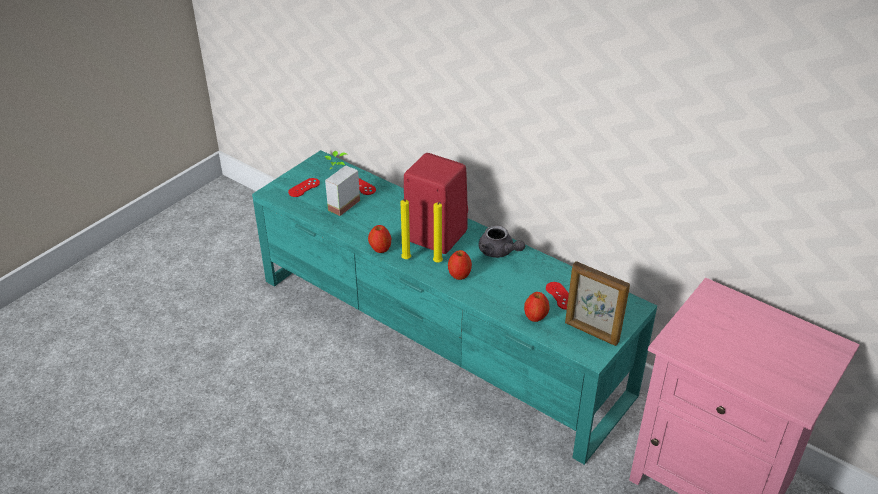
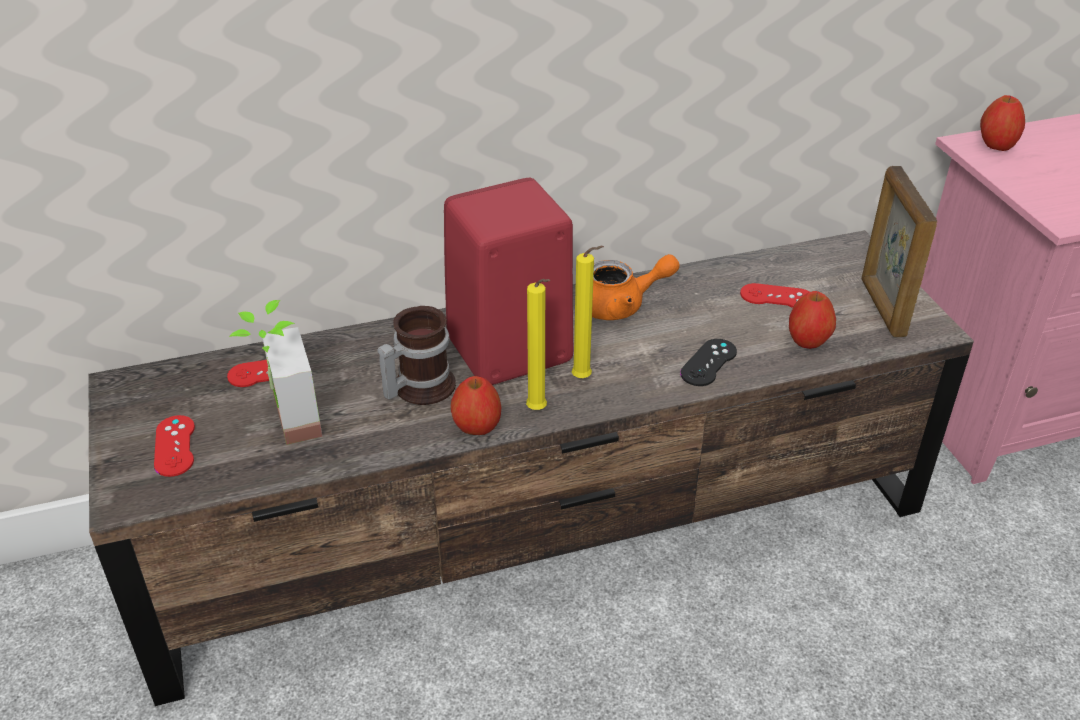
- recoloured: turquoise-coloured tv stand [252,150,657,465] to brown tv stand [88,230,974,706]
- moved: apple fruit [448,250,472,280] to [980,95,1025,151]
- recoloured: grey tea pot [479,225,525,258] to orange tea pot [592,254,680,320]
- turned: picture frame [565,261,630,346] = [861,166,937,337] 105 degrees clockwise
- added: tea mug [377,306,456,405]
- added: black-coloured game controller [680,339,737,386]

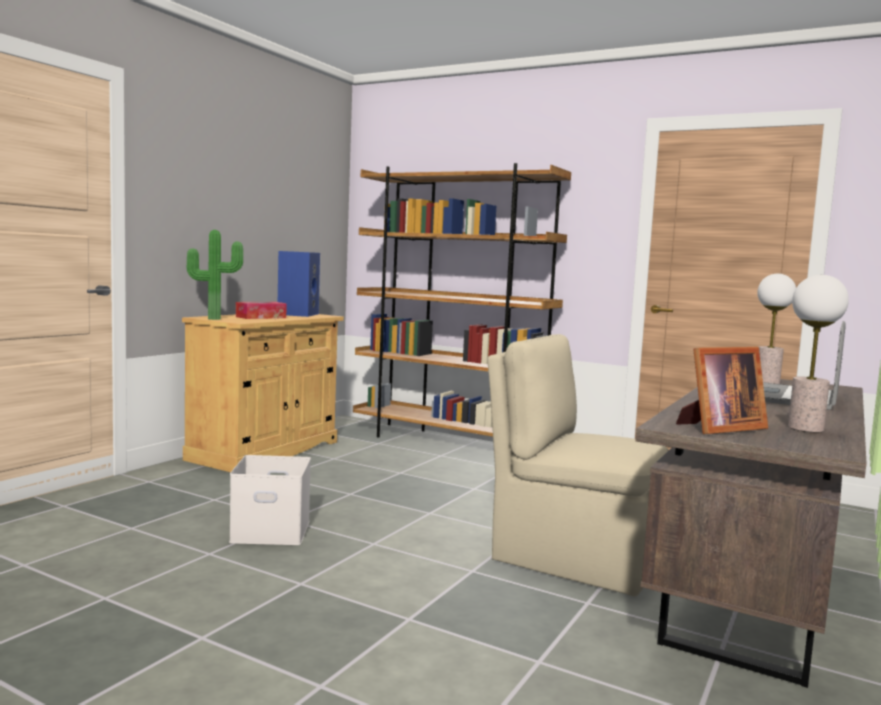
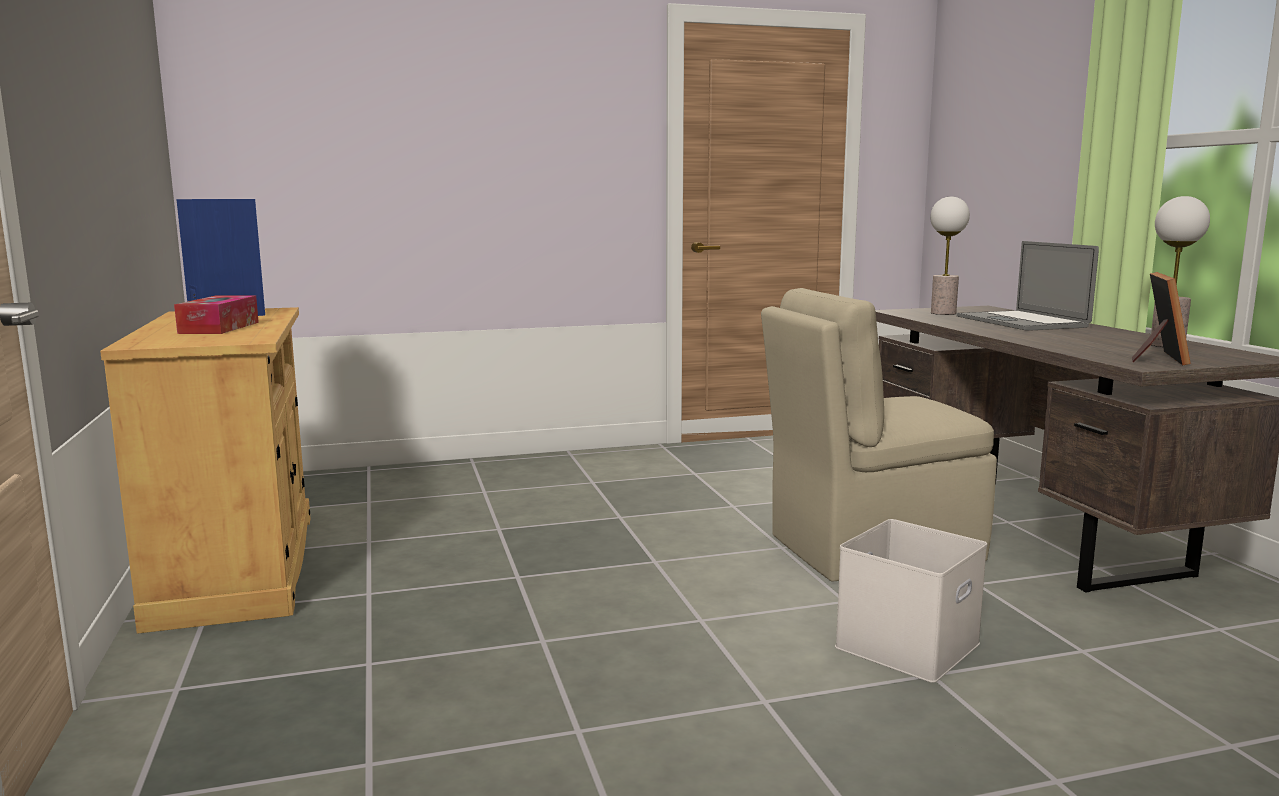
- removed: potted plant [187,230,243,320]
- moved: white-coloured storage container [229,455,311,545] to [835,519,987,683]
- removed: brown bookcase [353,163,571,437]

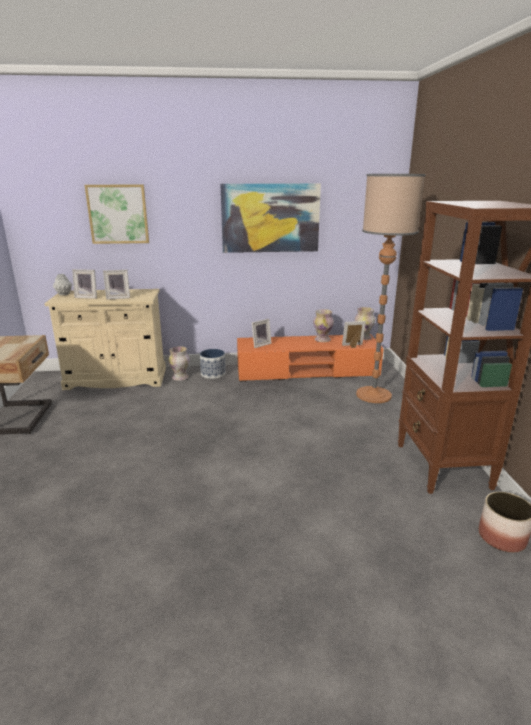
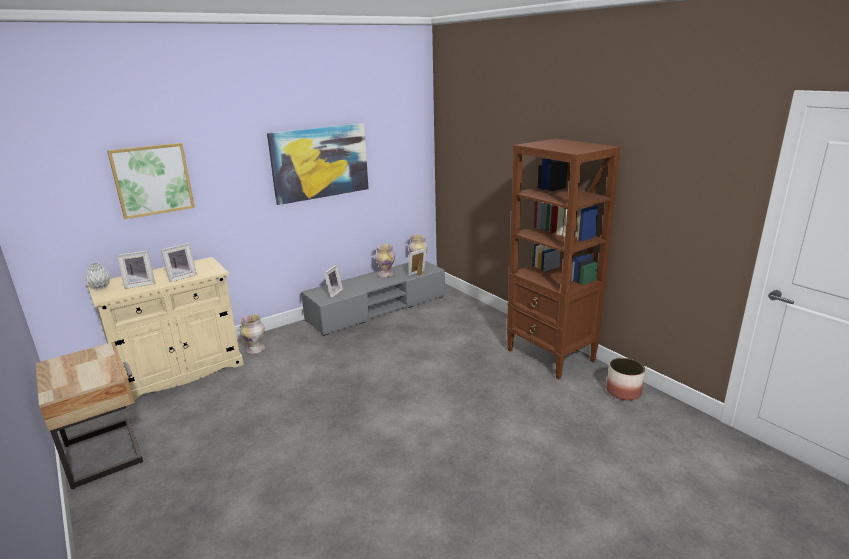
- removed: planter [200,349,226,379]
- recoloured: orange tv stand [237,334,384,382] to grey tv stand [301,261,445,336]
- removed: floor lamp [356,174,426,403]

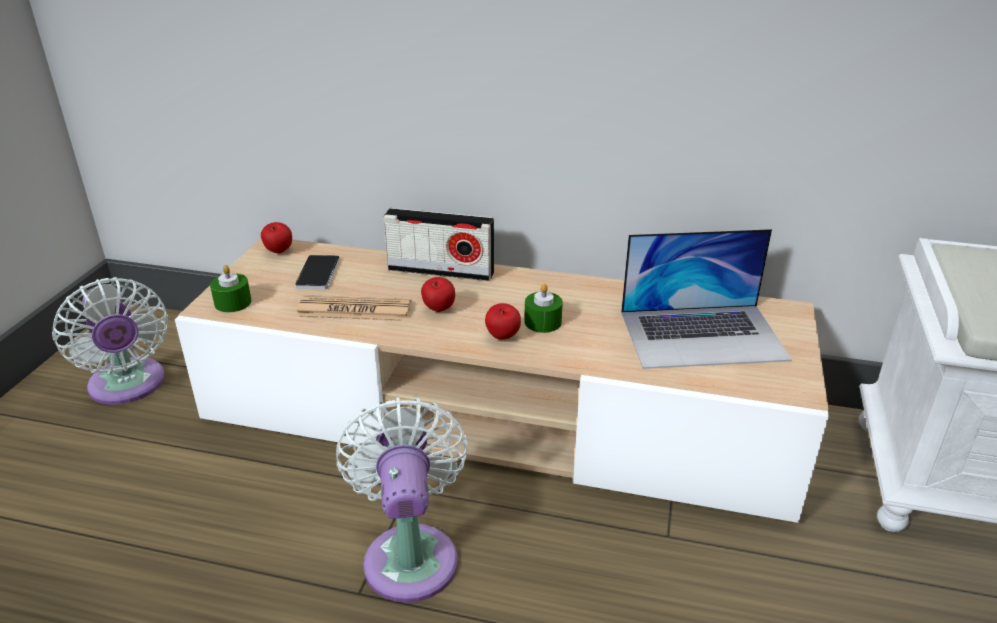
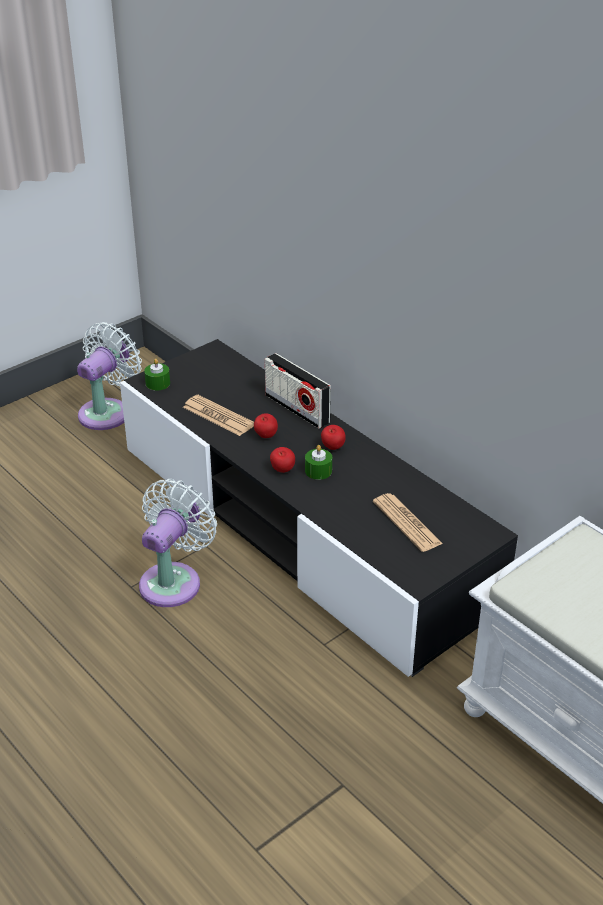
- turned: white-coloured fan [52,277,168,405] = [77,322,142,430] 150 degrees counterclockwise
- recoloured: beige tv stand [175,238,829,523] to black-coloured tv stand [120,339,518,677]
- moved: apple fruit [261,222,292,254] to [321,425,346,450]
- removed: handset [295,255,340,289]
- replaced: notebook computer [621,229,792,369] to daily paper [373,493,443,552]

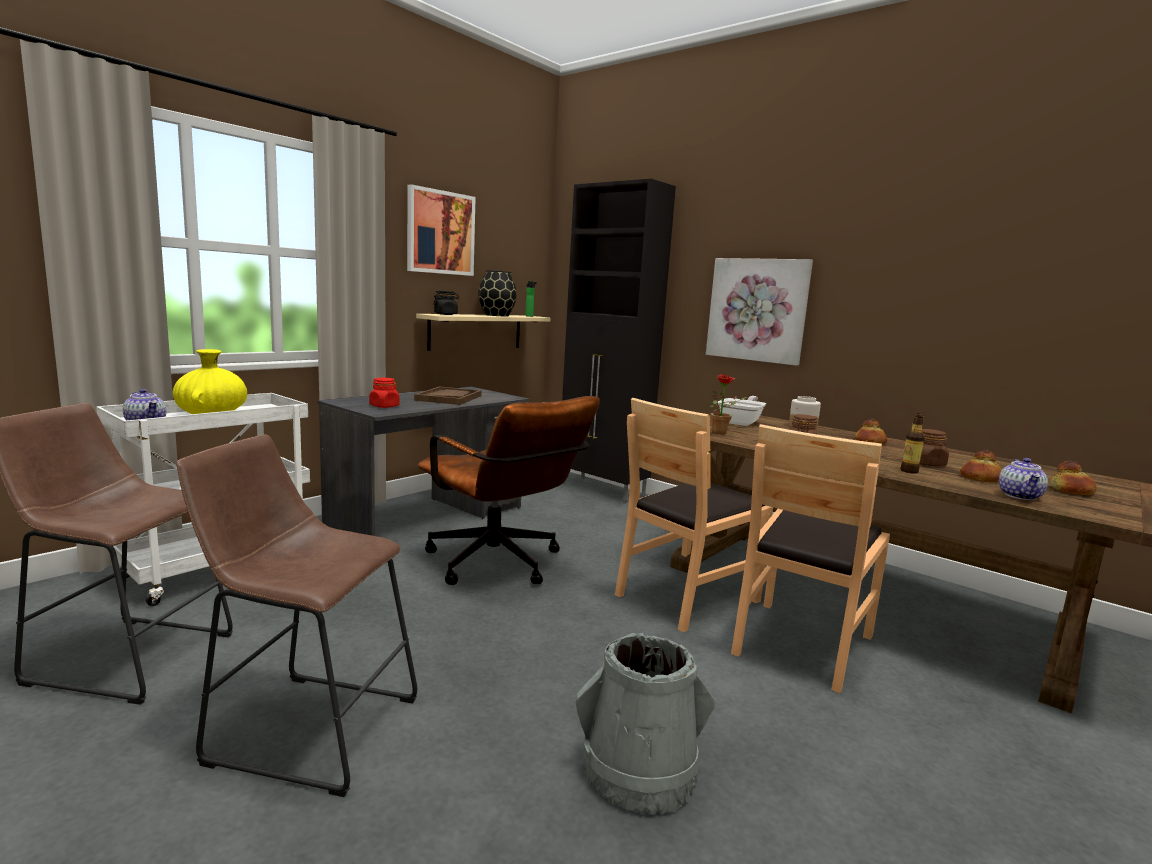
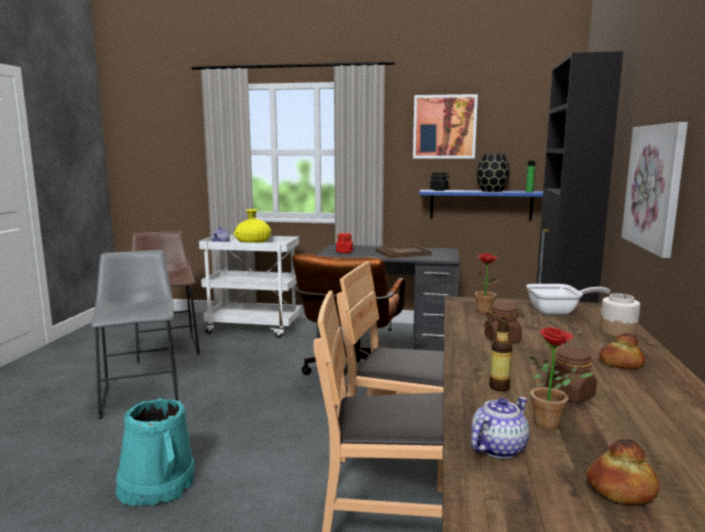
- recoloured: brown sitting stool [177,435,417,797] to grey sitting stool [91,250,179,419]
- recoloured: beige bracket shelf [416,314,550,351] to blue bracket shelf [419,190,543,220]
- recoloured: grey water bucket [575,633,716,814] to turquoise-coloured water bucket [116,398,195,506]
- replaced: baked bread [960,450,1002,482] to potted plant [530,327,593,430]
- turned: tea pot [999,458,1048,500] = [471,397,529,459] 150 degrees clockwise

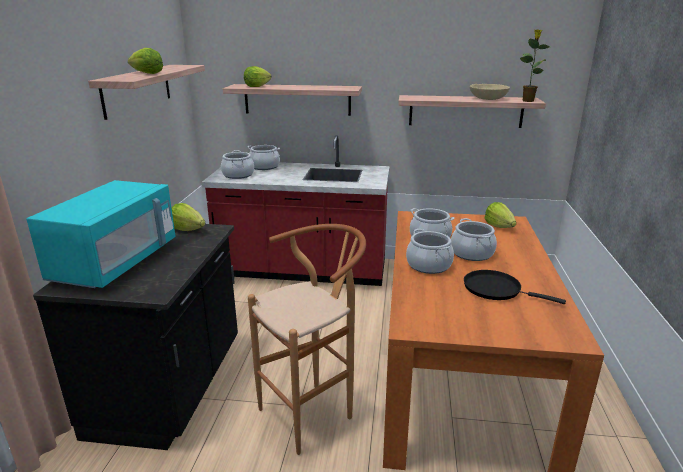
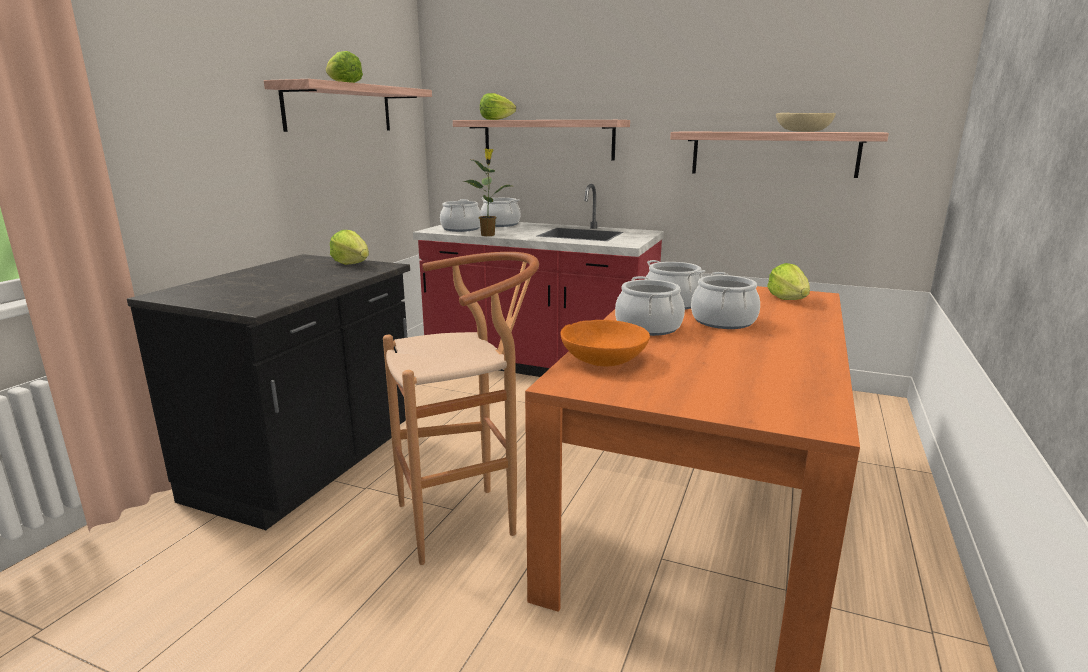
- removed: turquoise-coloured microwave oven [27,180,176,288]
- removed: black-coloured pan [464,270,566,304]
- moved: potted plant [520,29,550,102] to [463,148,511,236]
- added: orange deep dish [560,320,650,366]

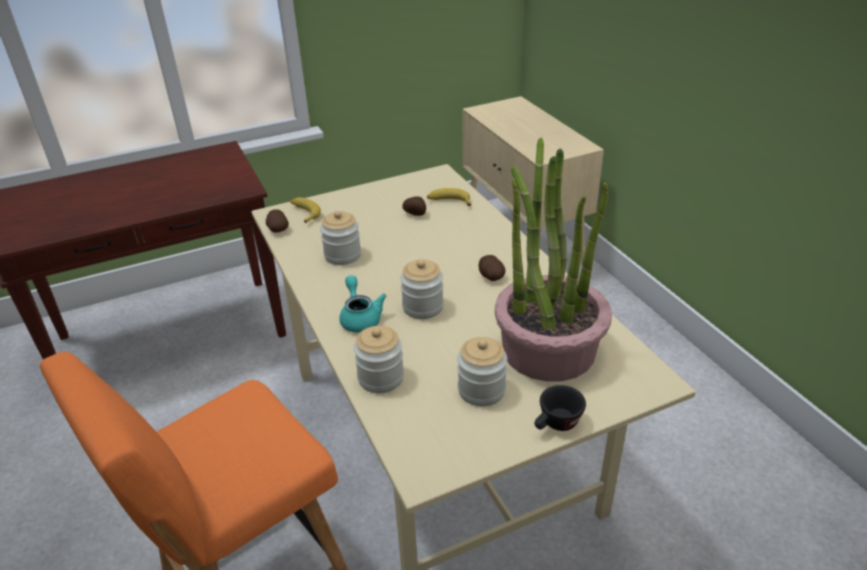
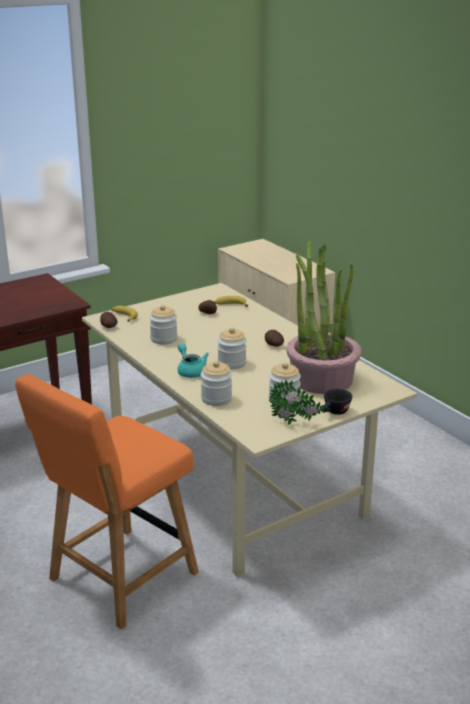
- added: potted plant [269,379,326,425]

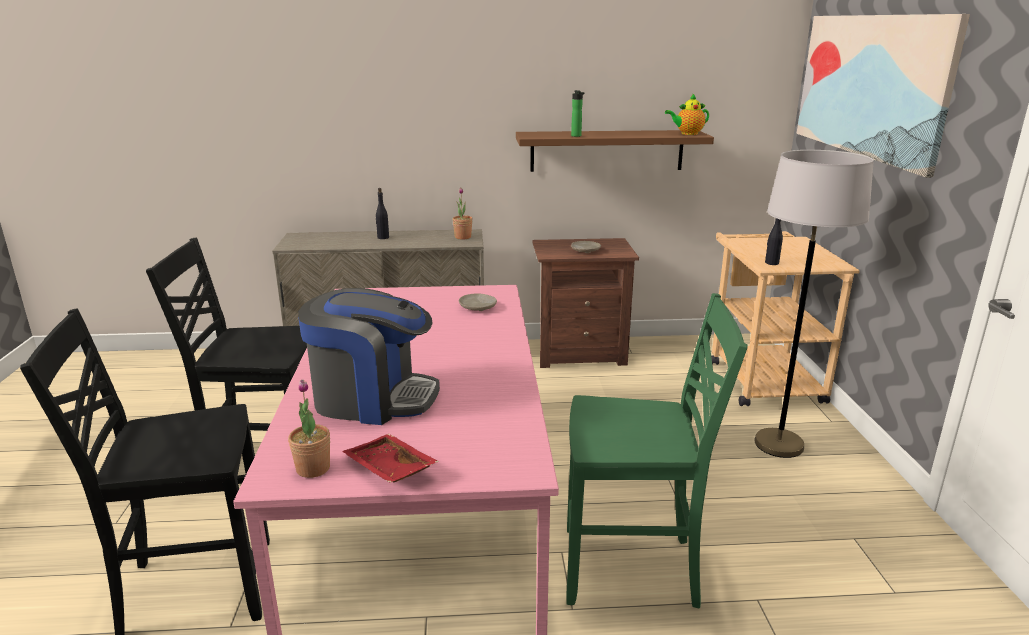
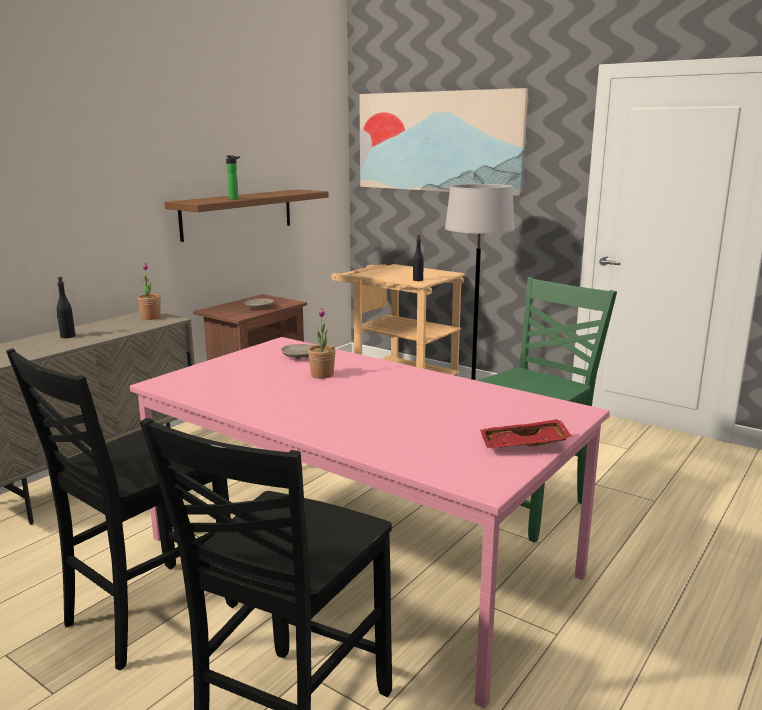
- moved: potted plant [288,380,330,478] to [308,309,336,378]
- removed: coffee maker [298,288,440,425]
- removed: tea pot [665,94,709,135]

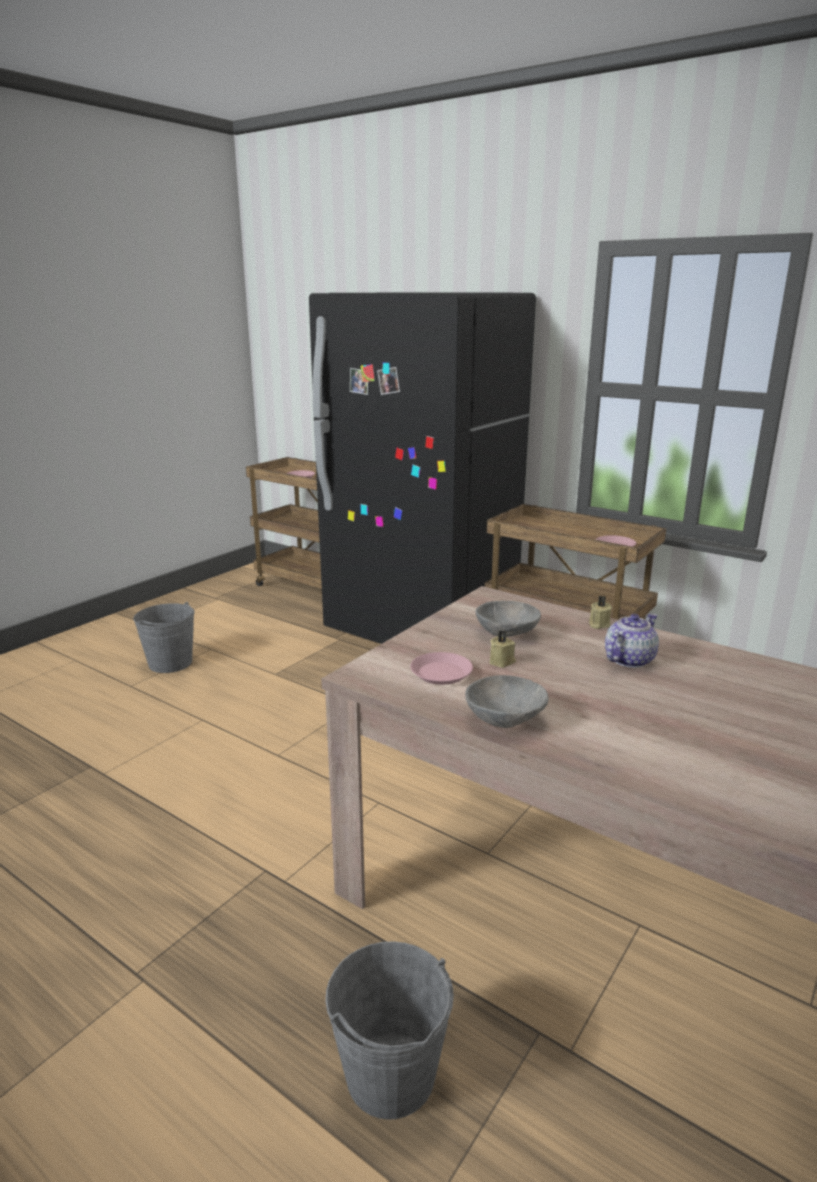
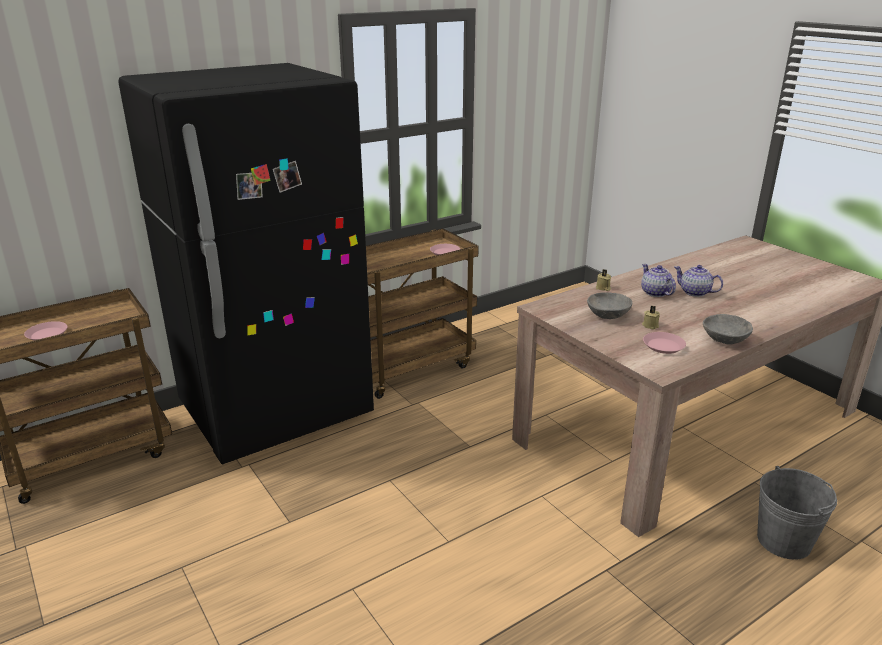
- removed: grey water bucket [133,602,195,673]
- added: tea pot [674,265,723,297]

